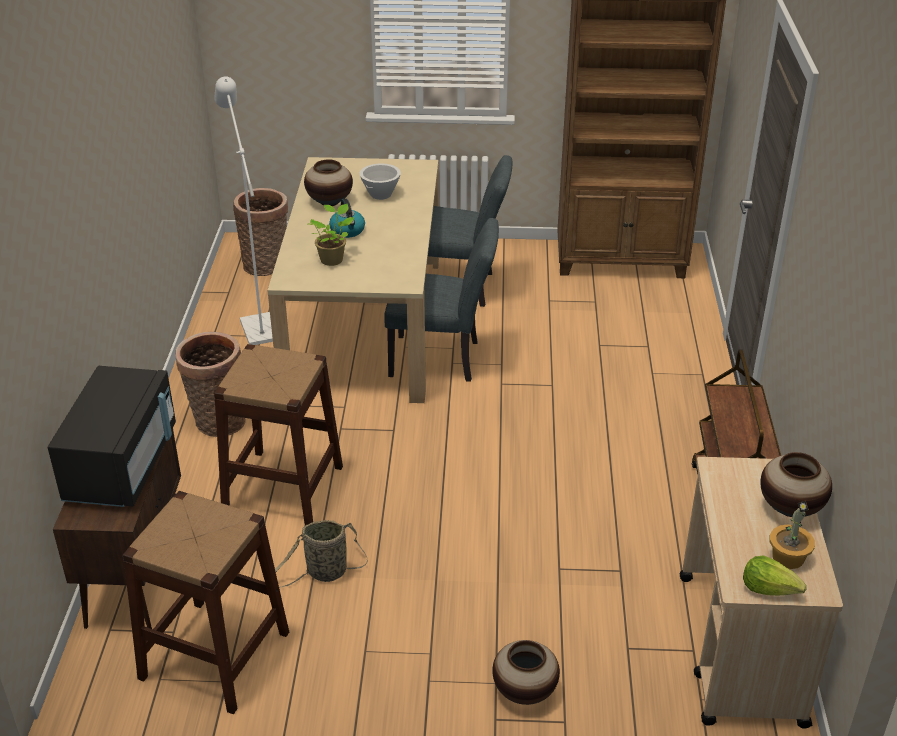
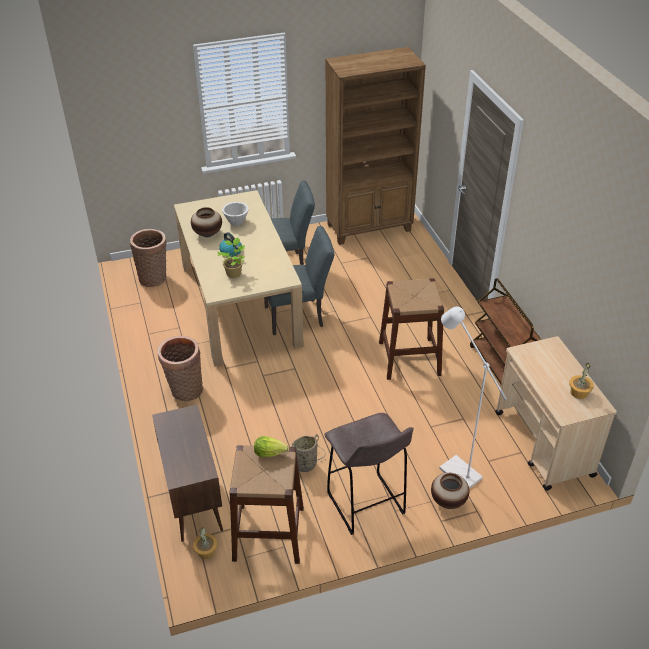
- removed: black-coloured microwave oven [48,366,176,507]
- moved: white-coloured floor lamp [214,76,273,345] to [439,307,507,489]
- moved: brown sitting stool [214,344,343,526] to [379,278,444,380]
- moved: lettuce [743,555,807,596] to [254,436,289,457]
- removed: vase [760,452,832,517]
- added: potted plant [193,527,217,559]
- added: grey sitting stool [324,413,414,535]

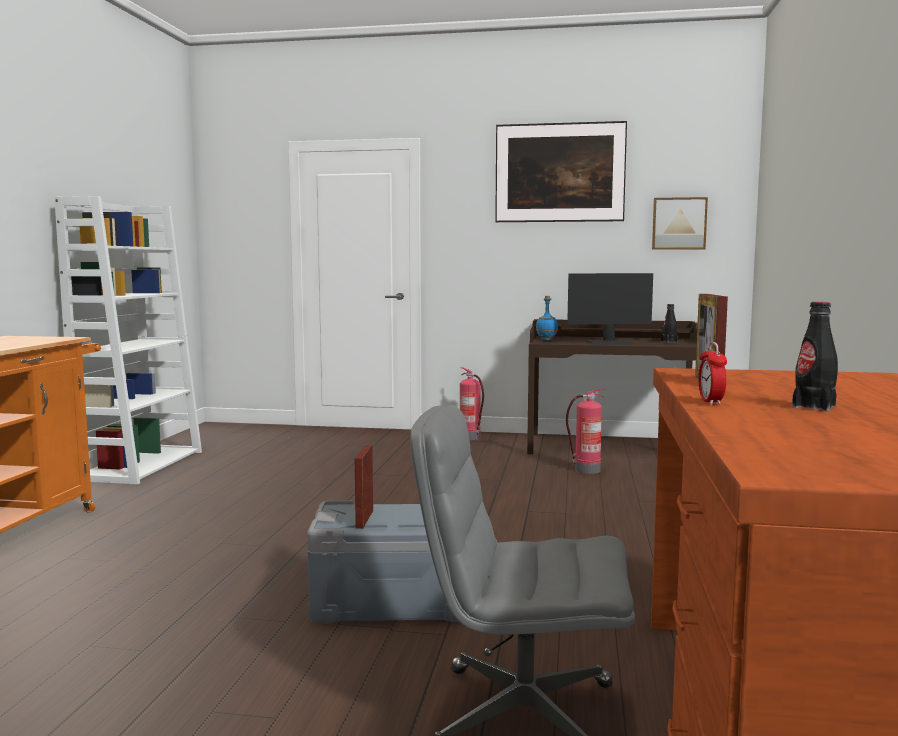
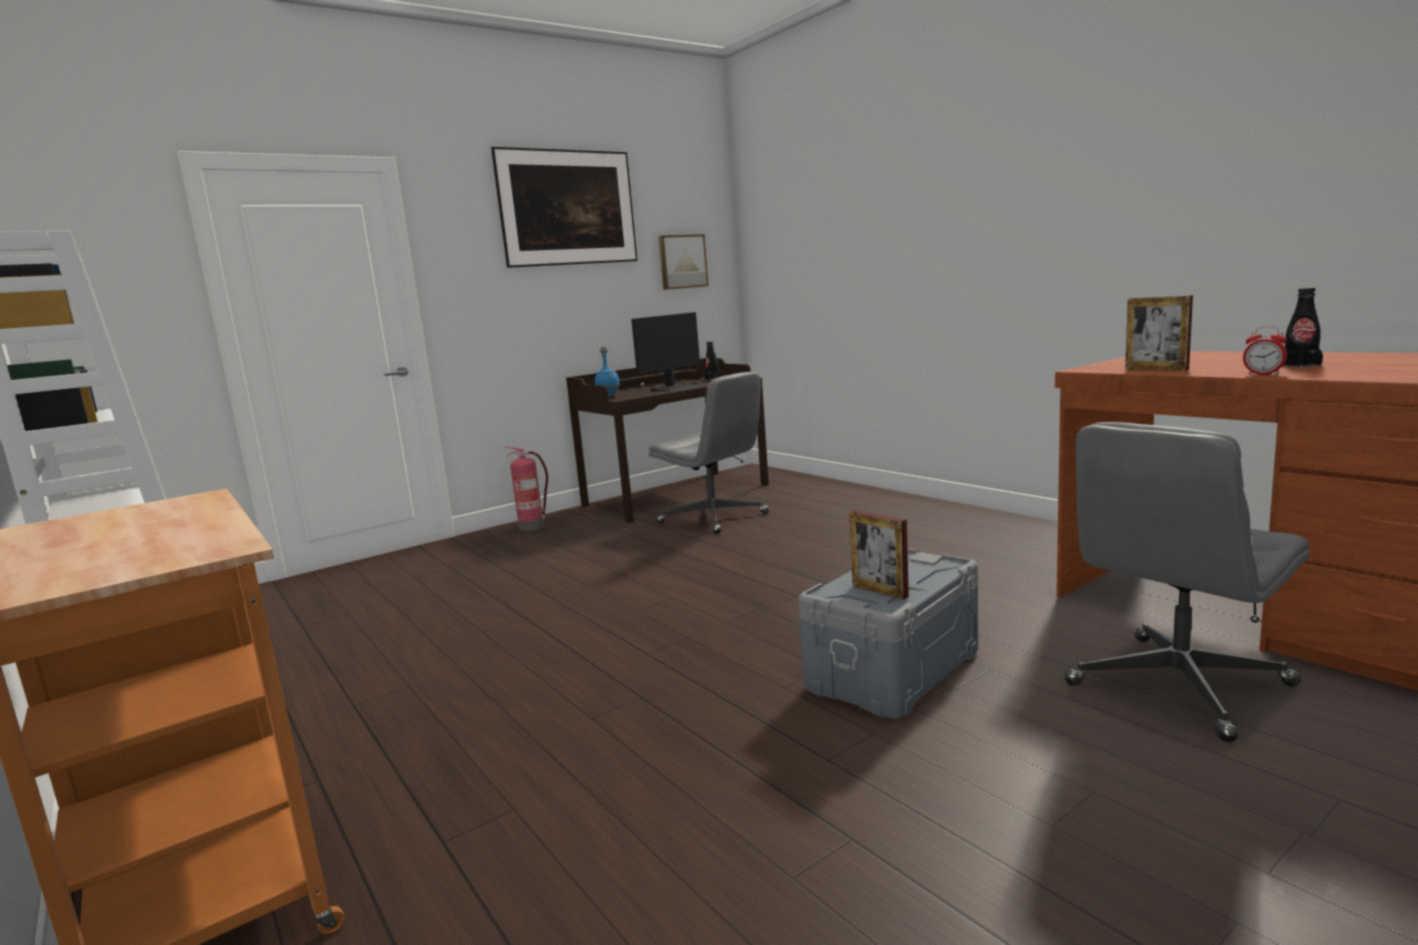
- replaced: fire-fighting cylinder [566,388,605,474] to grey office chair [649,372,769,534]

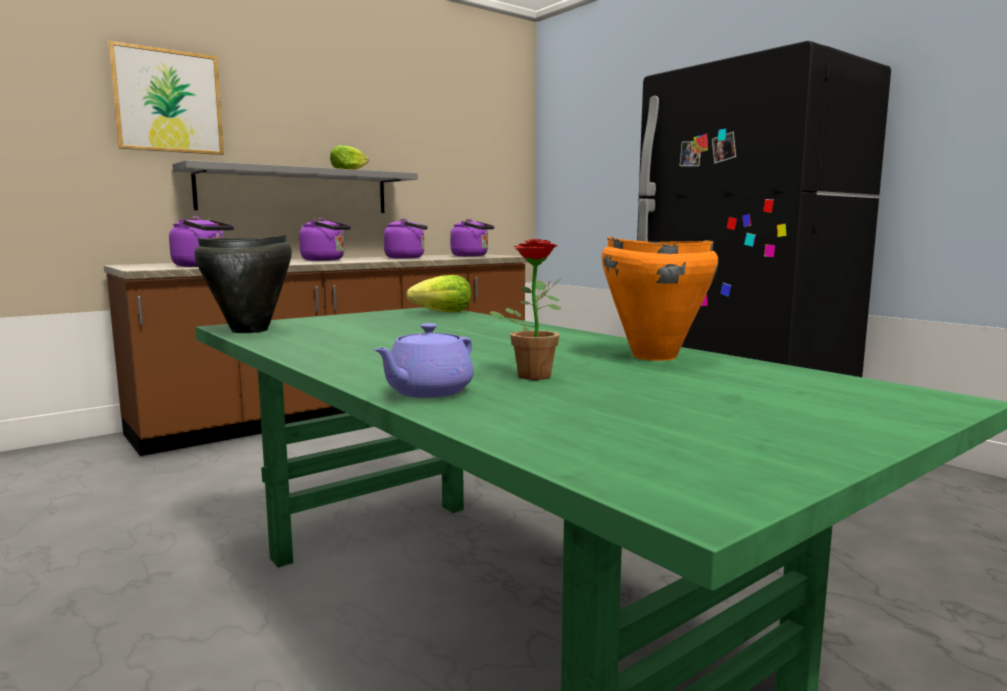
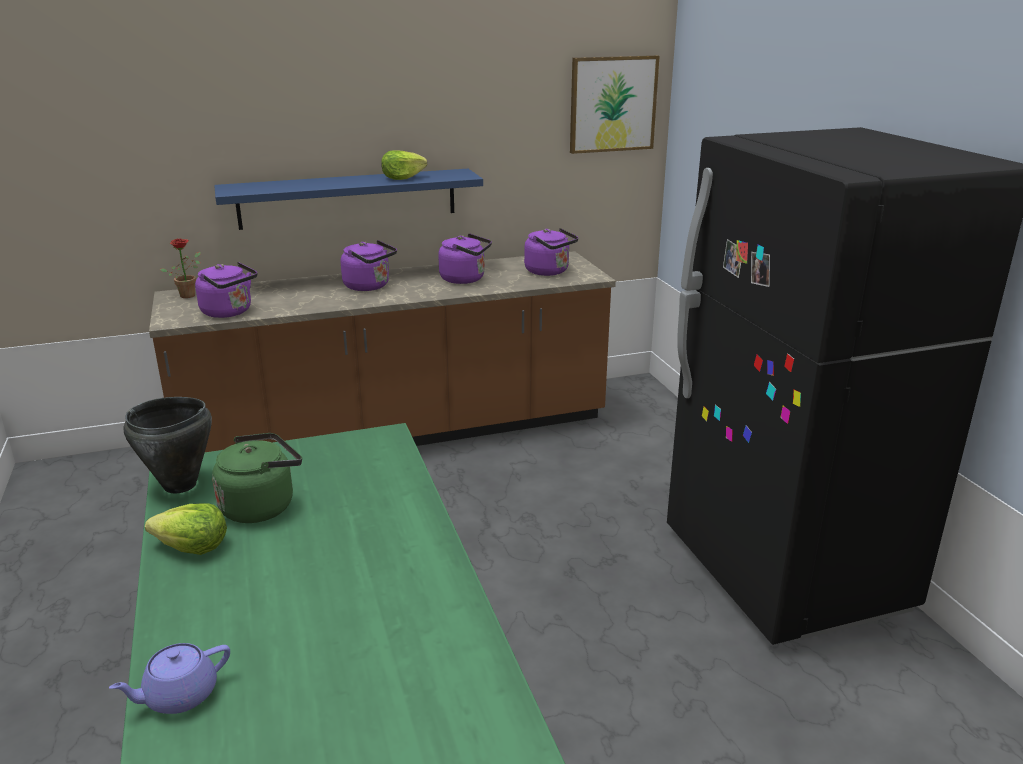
- moved: picture [108,41,224,155] to [570,55,660,154]
- recoloured: grey bracket shelf [172,160,418,213] to blue bracket shelf [214,169,483,230]
- moved: lettuce [406,275,471,313] to [145,503,227,555]
- moved: potted plant [489,238,562,380] to [160,239,201,298]
- removed: orange stockpot [601,237,718,361]
- added: green tea kettle [212,433,302,523]

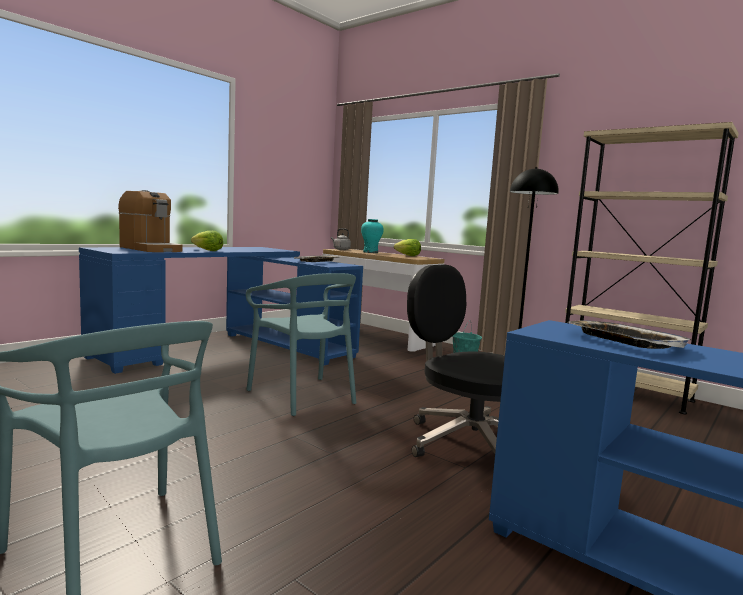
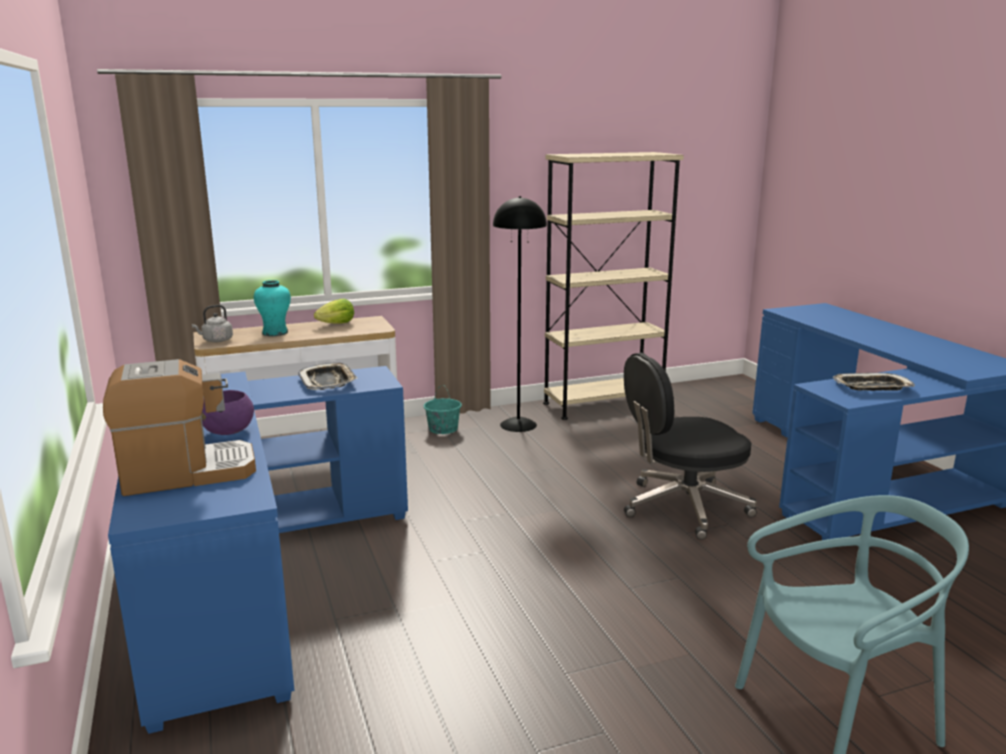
- replaced: lettuce [191,231,223,251] to purple deep dish [201,390,254,435]
- removed: turquoise-coloured plain chair [246,273,356,416]

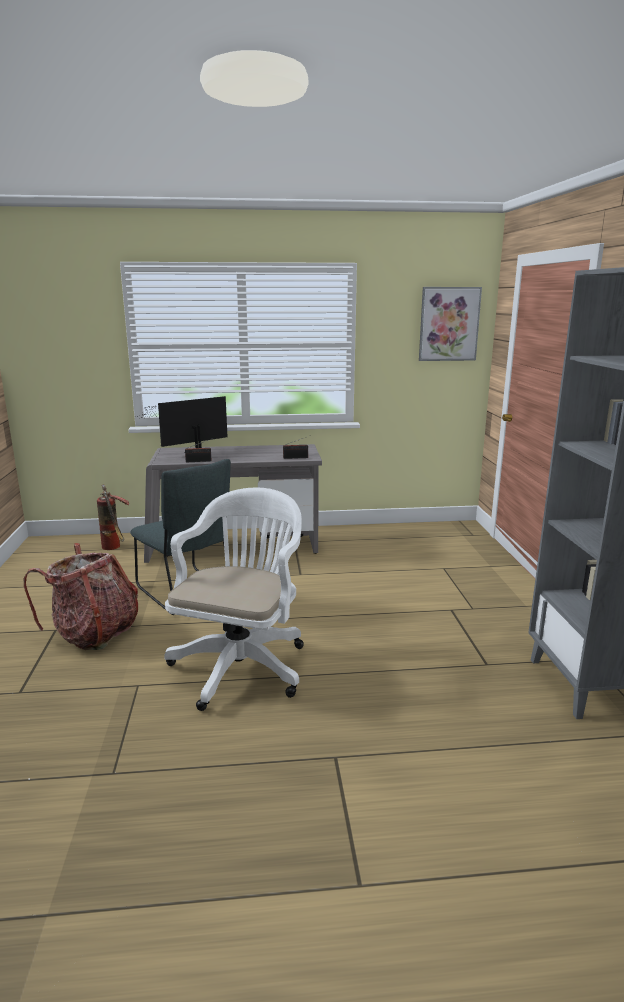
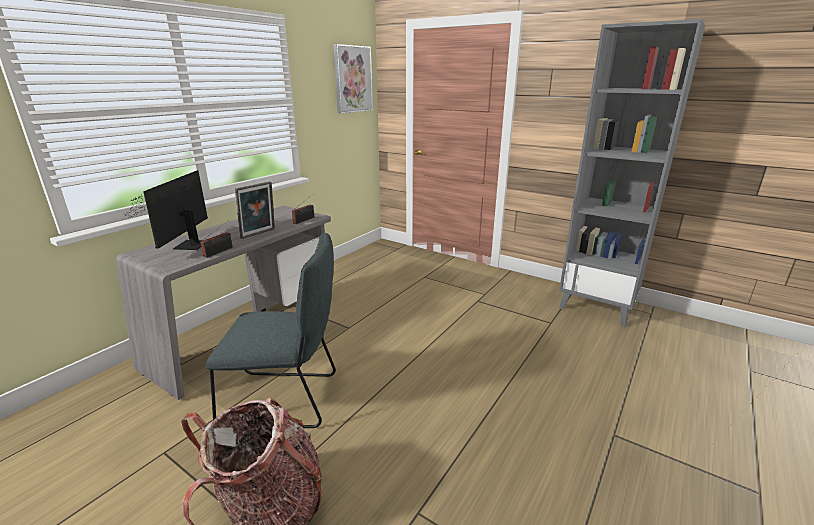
- removed: fire-fighting cylinder [97,484,129,550]
- removed: white-coloured office chair [164,487,304,711]
- added: picture frame [235,181,275,239]

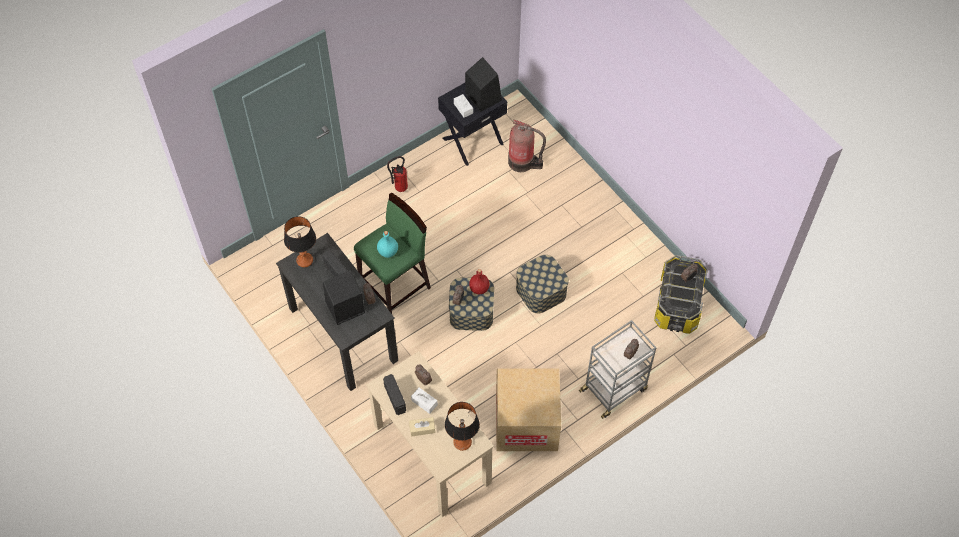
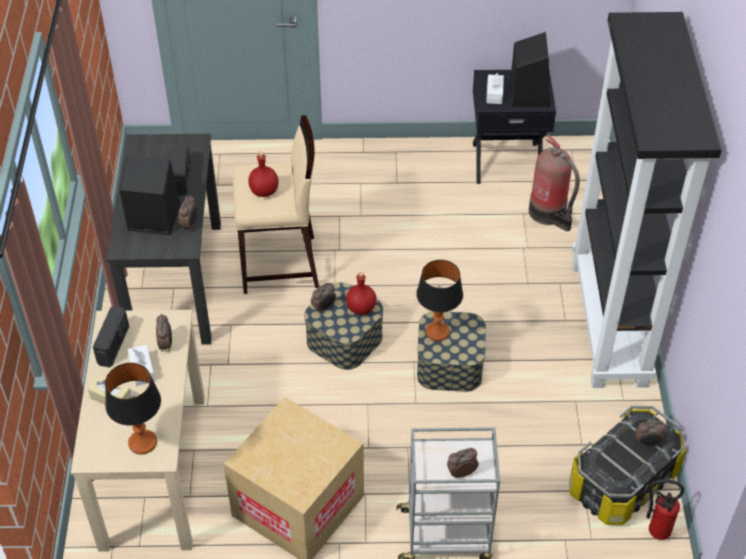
- moved: lamp for a table [284,216,316,267] to [416,260,463,341]
- recoloured: green sitting stool [354,193,431,314] to beige sitting stool [233,115,319,294]
- recoloured: turquoise-coloured bottle [377,231,398,258] to red-coloured bottle [248,152,279,197]
- moved: fire-fighting cylinder [387,156,408,192] to [646,479,684,540]
- added: black-coloured bookcase [572,12,722,388]

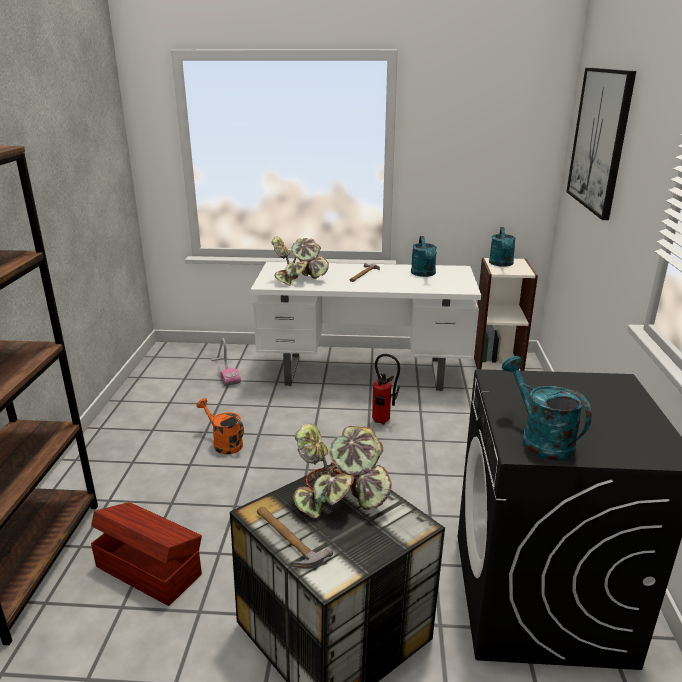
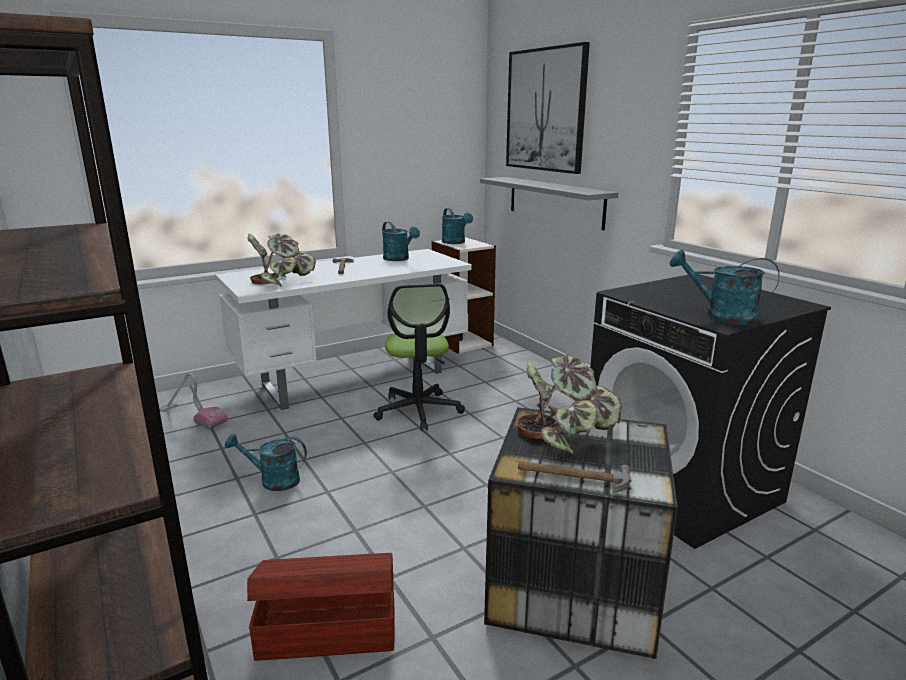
- recoloured: orange sprinkling can [196,398,244,454] to turquoise-coloured sprinkling can [225,433,307,491]
- replaced: fire-fighting cylinder [372,354,400,425] to office chair [373,284,465,431]
- added: grey bracket shelf [480,177,618,230]

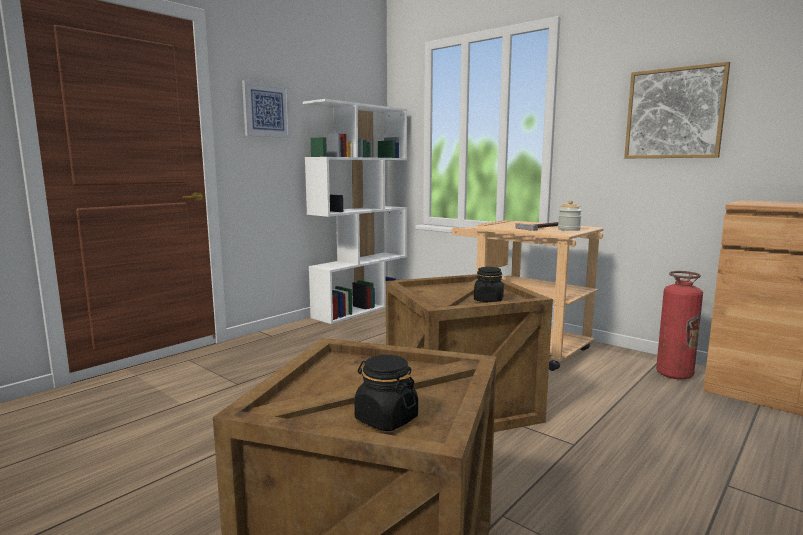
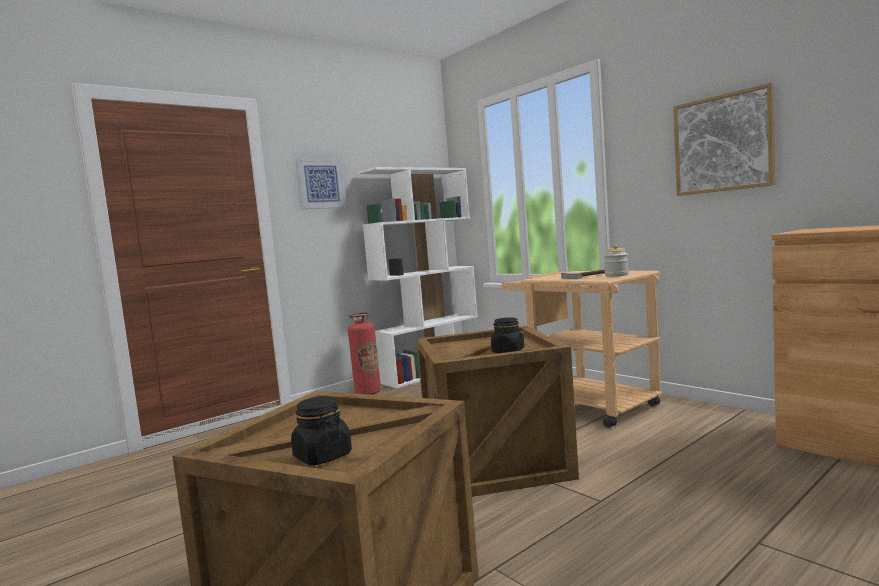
- moved: fire-fighting cylinder [656,271,703,380] to [348,312,381,395]

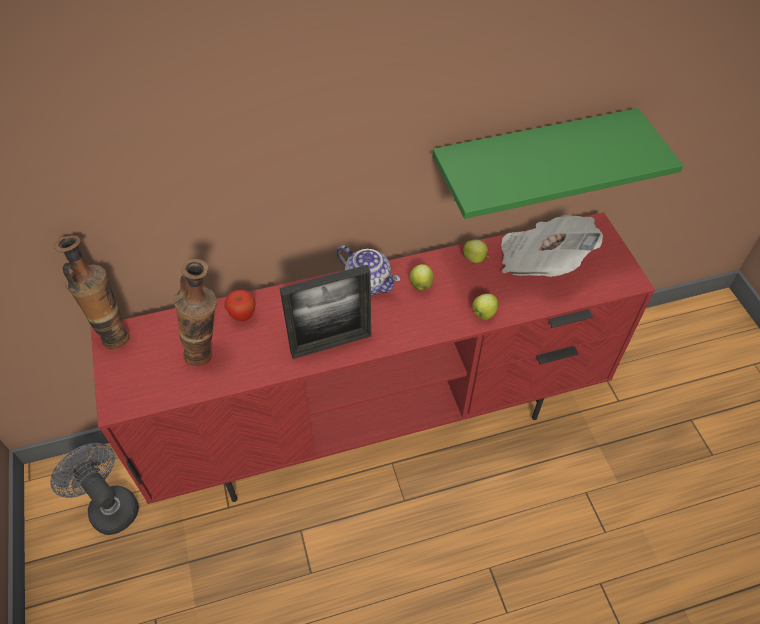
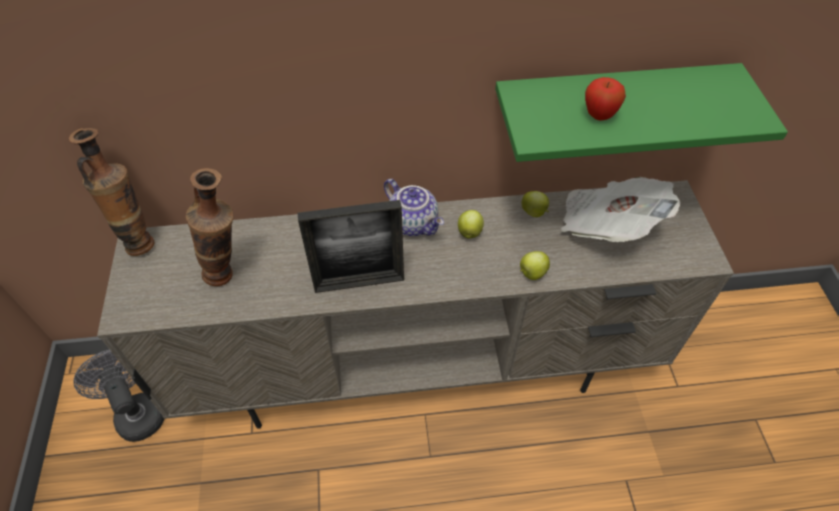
- recoloured: red-coloured tv stand [91,212,655,504] to beige tv stand [97,180,734,429]
- moved: apple fruit [225,290,256,322] to [585,77,626,121]

